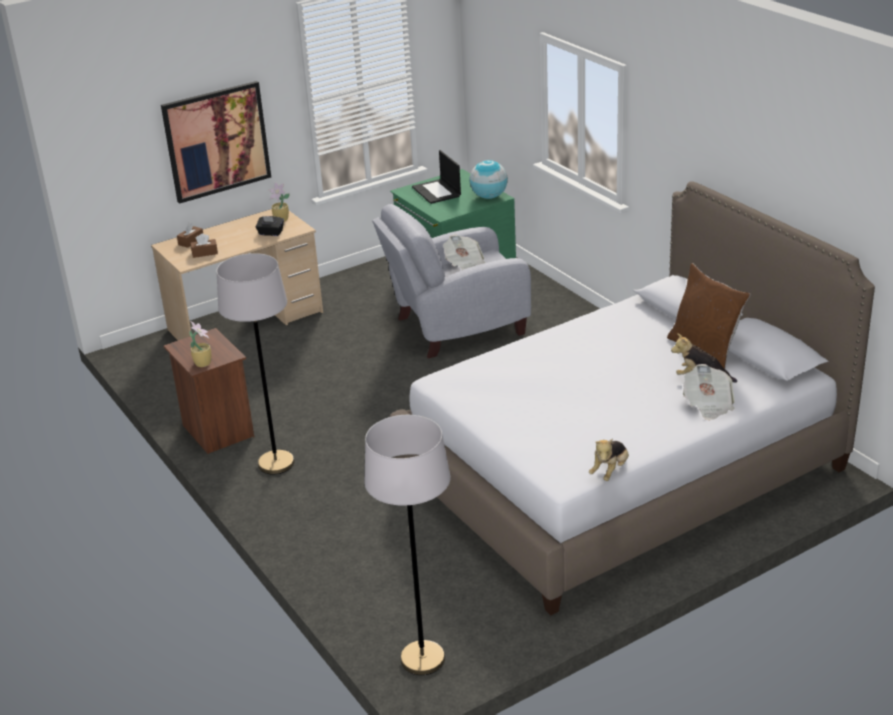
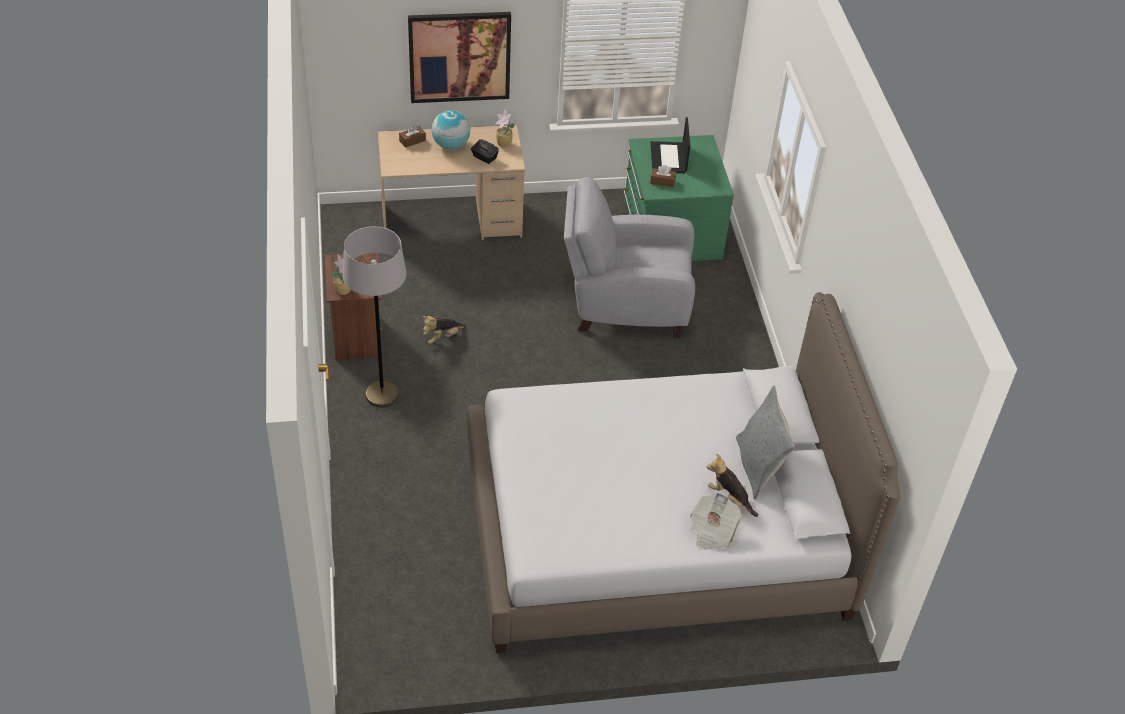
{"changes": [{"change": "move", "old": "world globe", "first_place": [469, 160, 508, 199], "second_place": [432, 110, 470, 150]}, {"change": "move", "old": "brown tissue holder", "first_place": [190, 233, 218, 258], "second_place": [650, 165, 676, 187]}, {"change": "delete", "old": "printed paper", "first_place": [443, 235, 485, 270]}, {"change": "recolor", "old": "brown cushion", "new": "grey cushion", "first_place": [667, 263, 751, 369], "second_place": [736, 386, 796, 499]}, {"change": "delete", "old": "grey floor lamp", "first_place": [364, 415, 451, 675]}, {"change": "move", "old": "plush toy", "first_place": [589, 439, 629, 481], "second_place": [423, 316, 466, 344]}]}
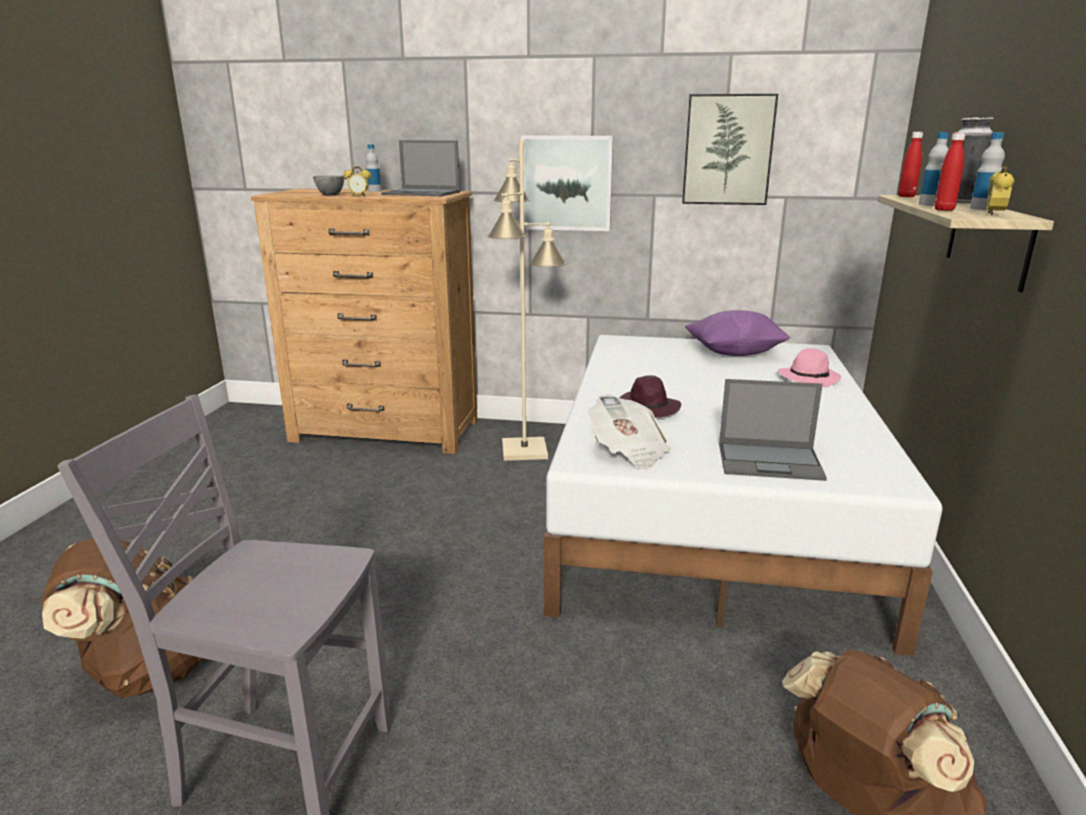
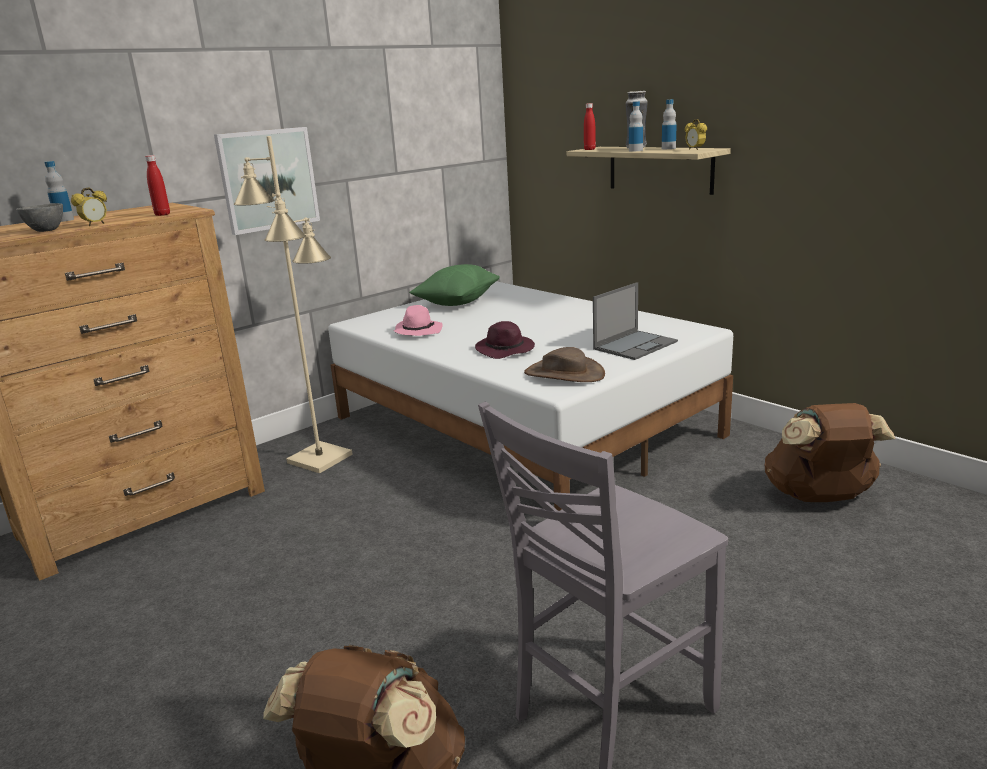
{"changes": [{"change": "delete", "old": "wall art", "first_place": [682, 94, 778, 205]}, {"change": "move", "old": "red-coloured drink bottle", "first_place": [934, 132, 966, 211], "second_place": [145, 155, 170, 216]}, {"change": "delete", "old": "portable computer", "first_place": [381, 140, 460, 196]}, {"change": "recolor", "old": "purple cushion", "new": "green cushion", "first_place": [685, 310, 790, 356], "second_place": [409, 264, 500, 306]}, {"change": "move", "old": "pinkish clothing hat", "first_place": [778, 348, 841, 387], "second_place": [393, 305, 443, 336]}, {"change": "replace", "old": "printed paper", "new": "brown clothing hat", "first_place": [588, 394, 671, 470], "second_place": [524, 347, 605, 382]}]}
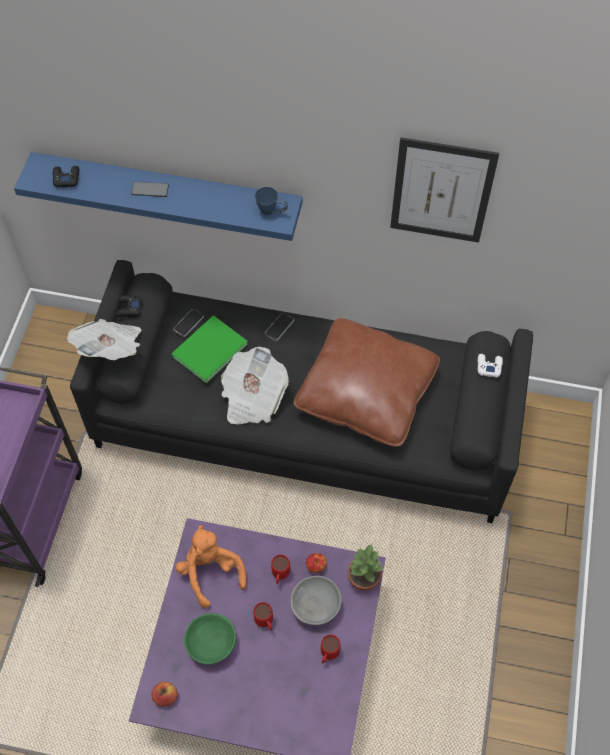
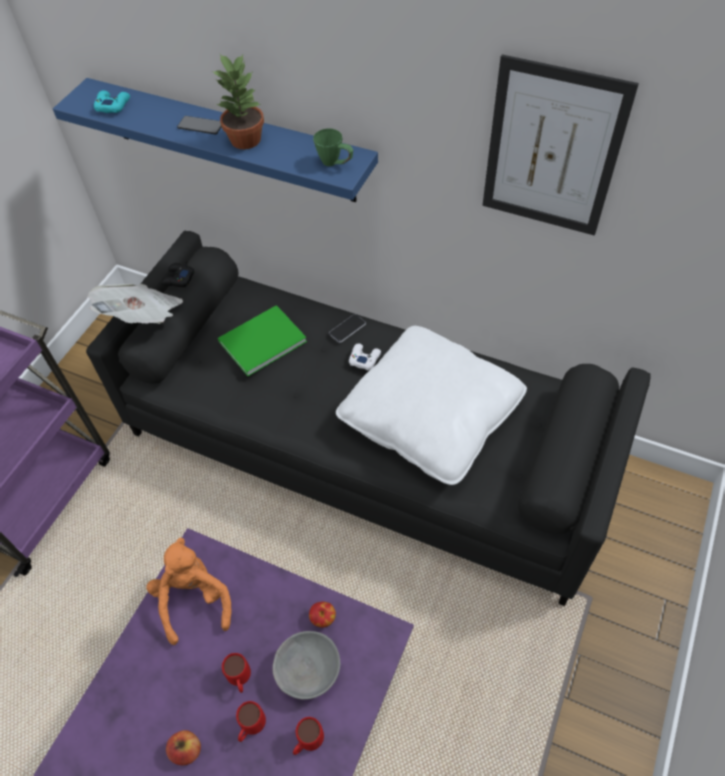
{"changes": [{"change": "recolor", "old": "black-coloured gamepad", "new": "turquoise-coloured gamepad", "first_place": [53, 166, 80, 188], "second_place": [94, 90, 130, 113]}, {"change": "recolor", "old": "blue-coloured tea mug", "new": "green tea mug", "first_place": [255, 187, 288, 215], "second_place": [313, 129, 353, 166]}, {"change": "delete", "old": "telephone", "first_place": [173, 309, 204, 337]}, {"change": "recolor", "old": "brown cushion", "new": "white-coloured cushion", "first_place": [293, 318, 440, 447], "second_place": [336, 326, 527, 485]}, {"change": "delete", "old": "printed paper", "first_place": [221, 347, 289, 425]}, {"change": "move", "old": "white-coloured gamepad", "first_place": [478, 354, 503, 378], "second_place": [349, 344, 381, 370]}, {"change": "move", "old": "houseplant", "first_place": [347, 544, 384, 591], "second_place": [212, 54, 264, 149]}, {"change": "move", "old": "red-coloured tea mug", "first_place": [271, 555, 290, 584], "second_place": [236, 701, 266, 742]}, {"change": "delete", "old": "green bowl", "first_place": [184, 613, 236, 665]}, {"change": "move", "old": "apple", "first_place": [152, 681, 178, 707], "second_place": [166, 730, 201, 765]}]}
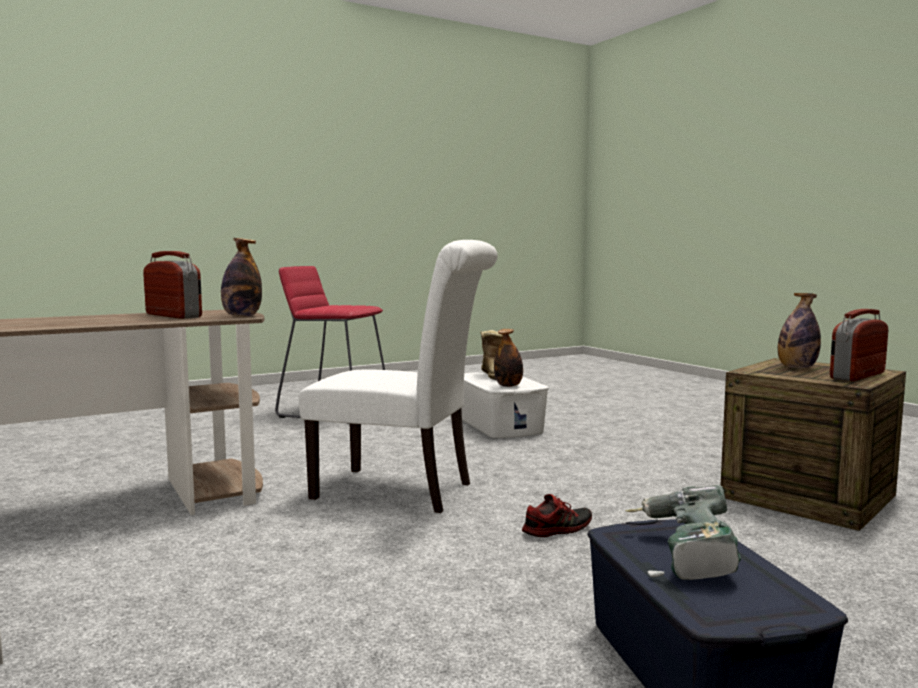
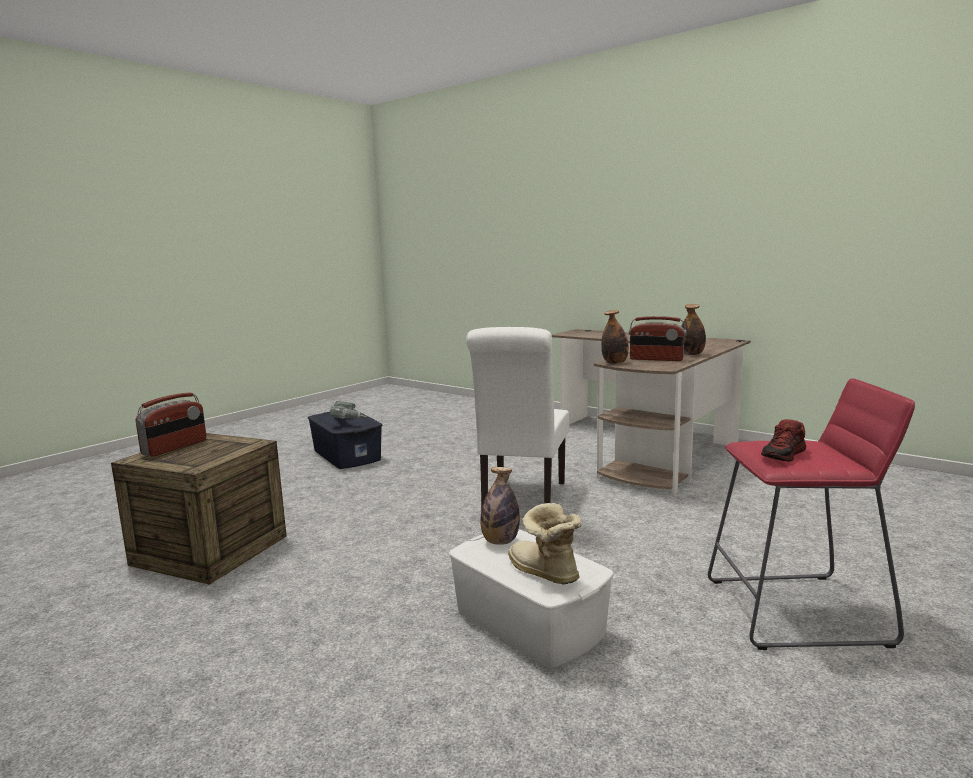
{"changes": [{"change": "rotate", "old": "white-coloured upright chair", "first_place": [299, 240, 498, 513], "second_place": [466, 327, 569, 510], "degrees": -75}, {"change": "move", "old": "drink bottle", "first_place": [778, 293, 821, 369], "second_place": [682, 304, 706, 355]}, {"change": "move", "old": "low shoe", "first_place": [522, 494, 592, 537], "second_place": [761, 419, 806, 462]}]}
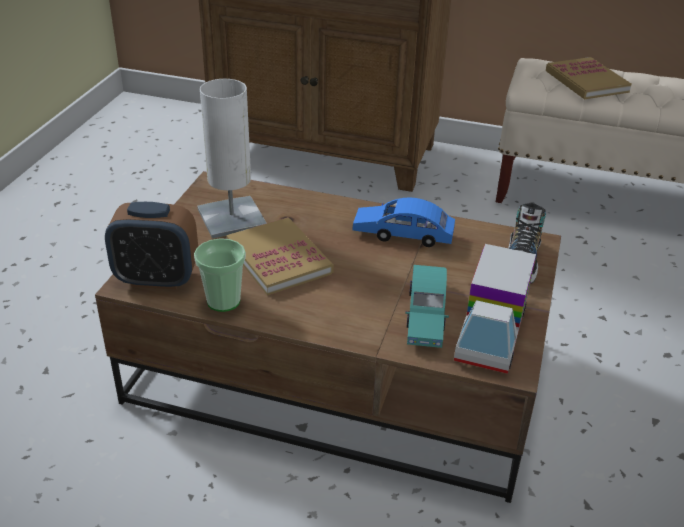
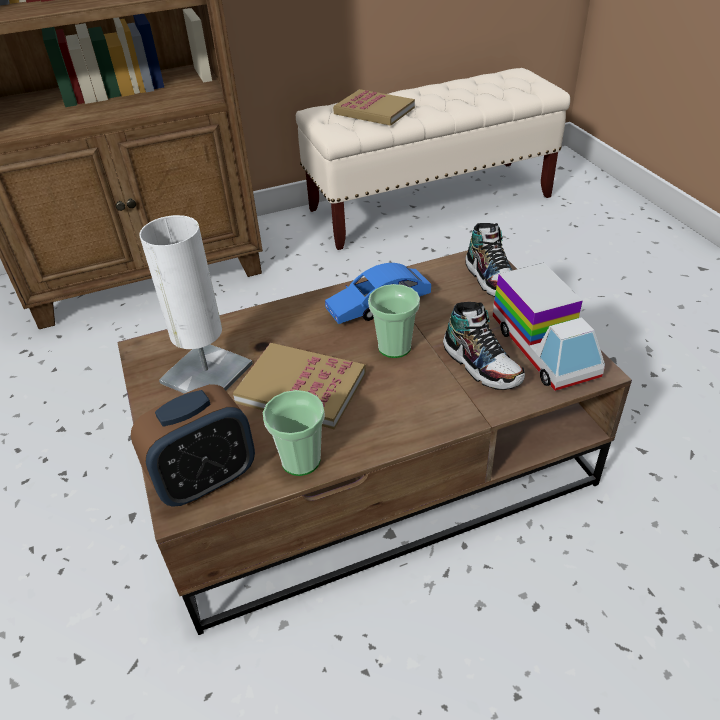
{"changes": [{"change": "replace", "old": "turquoise-coloured model car", "new": "low shoe", "first_place": [405, 265, 449, 348], "second_place": [443, 302, 525, 390]}, {"change": "insert", "new": "cup", "second_place": [368, 284, 420, 358]}]}
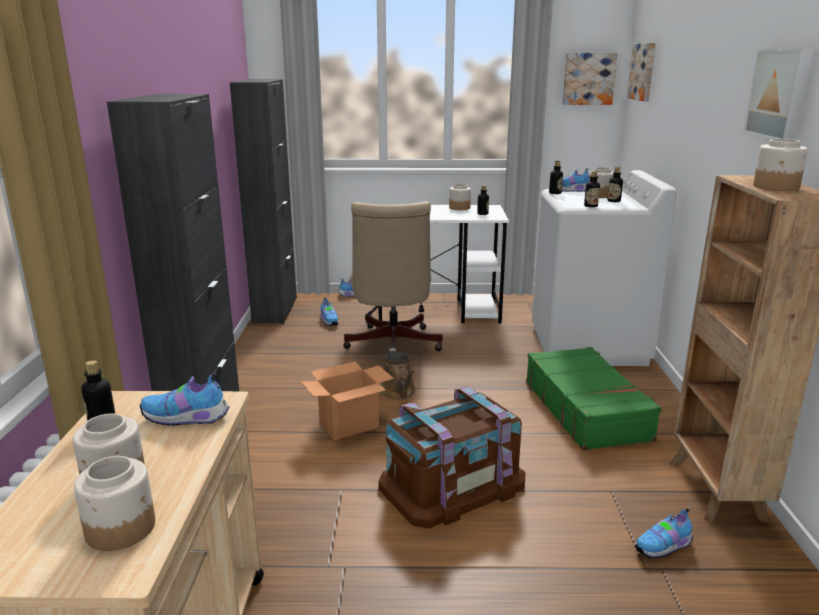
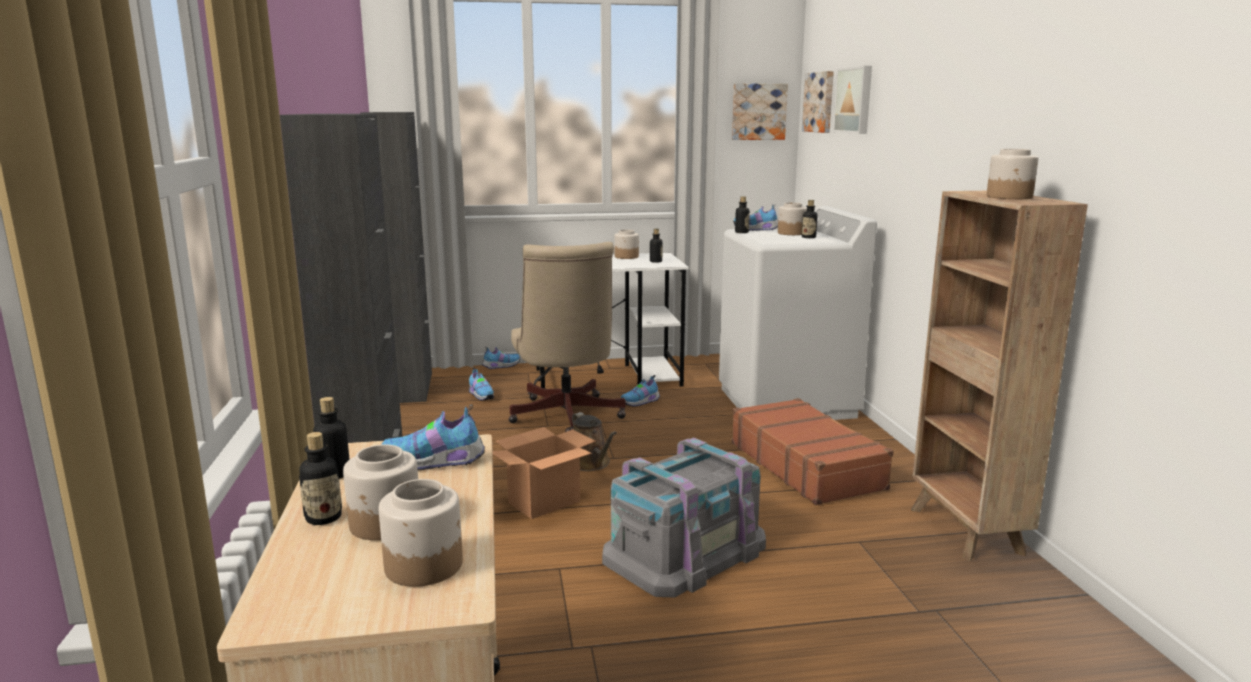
{"changes": [{"change": "move", "old": "wall art", "first_place": [743, 49, 814, 140], "second_place": [833, 66, 872, 134]}, {"change": "move", "old": "drink bottle", "first_place": [584, 171, 600, 208], "second_place": [299, 432, 342, 525]}, {"change": "recolor", "old": "green travel case", "new": "brown travel case", "first_place": [526, 347, 661, 451], "second_place": [732, 398, 893, 505]}, {"change": "recolor", "old": "brown storage box", "new": "grey storage box", "first_place": [378, 386, 525, 528], "second_place": [602, 438, 766, 597]}, {"change": "move", "old": "low shoe", "first_place": [635, 508, 693, 558], "second_place": [621, 375, 660, 407]}]}
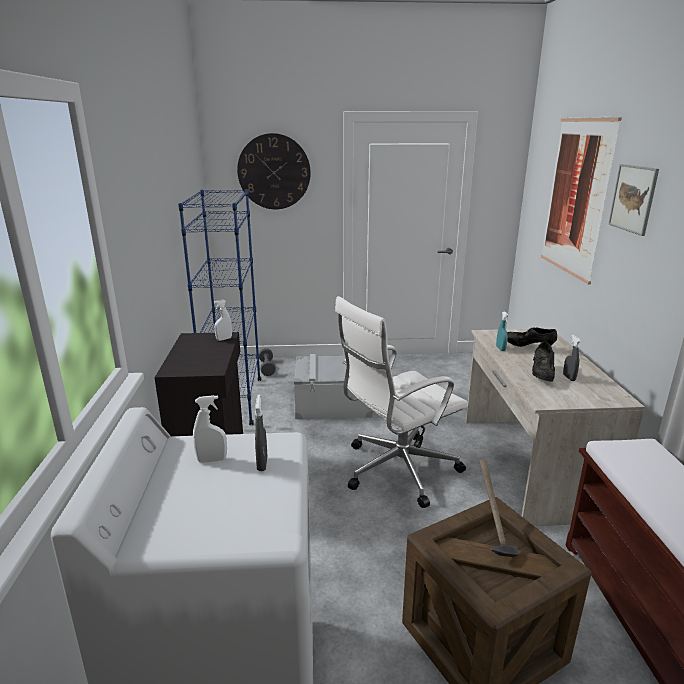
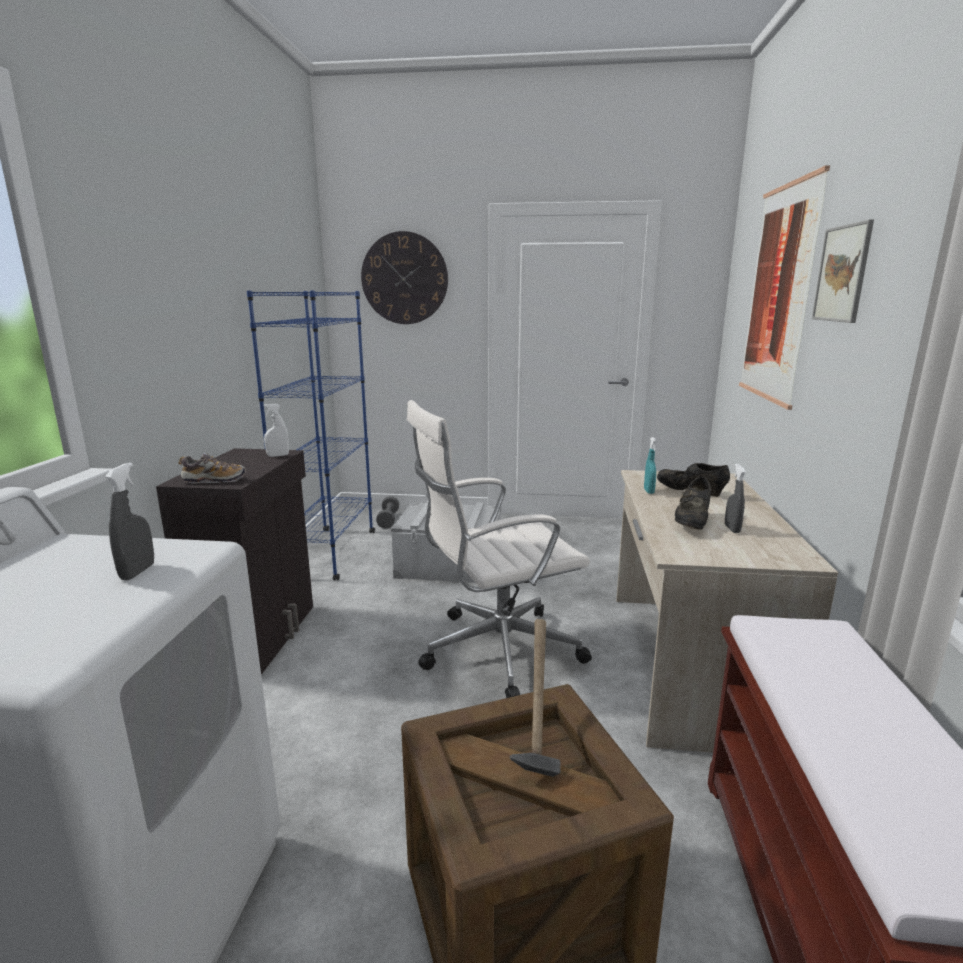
{"changes": [{"change": "delete", "old": "white-coloured spray bottle", "first_place": [193, 395, 227, 463]}, {"change": "insert", "new": "low shoe", "second_place": [179, 453, 246, 483]}]}
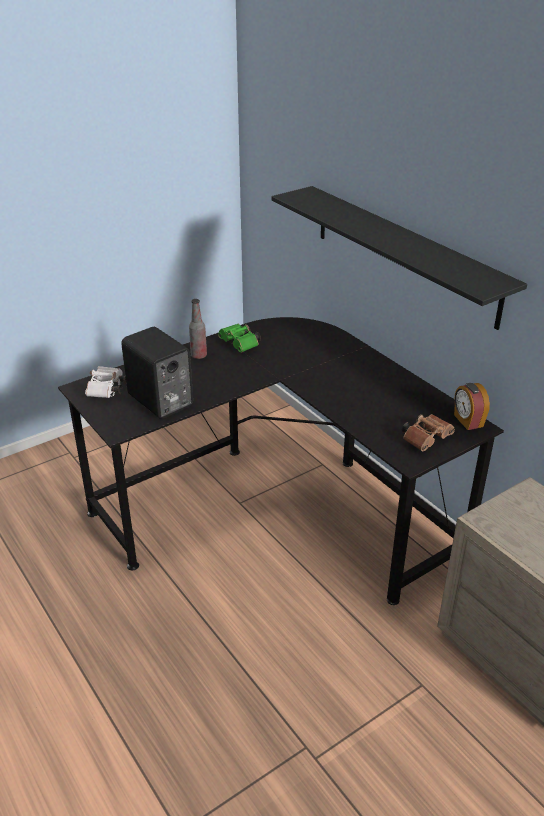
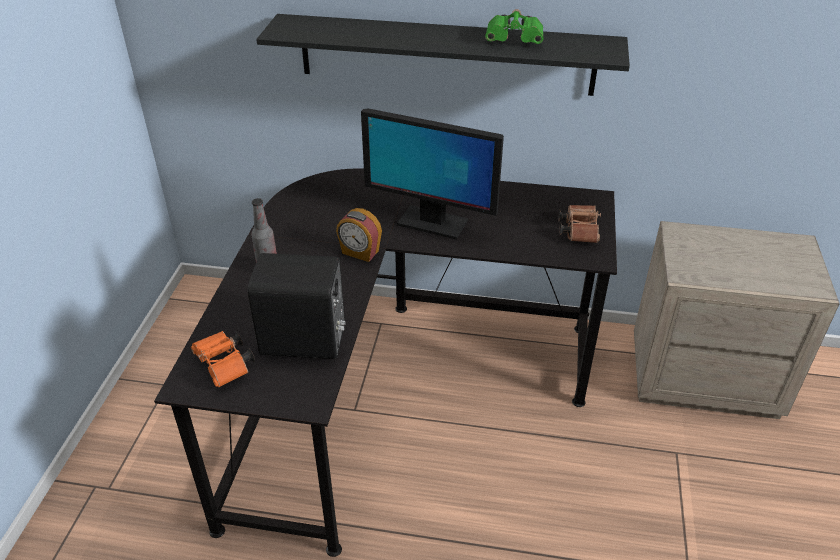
{"changes": [{"change": "move", "old": "green field glasses", "first_place": [218, 324, 261, 353], "second_place": [485, 9, 544, 44]}, {"change": "recolor", "old": "white-coloured field glasses", "new": "orange-coloured field glasses", "first_place": [85, 366, 126, 398], "second_place": [191, 331, 255, 387]}, {"change": "move", "old": "alarm clock", "first_place": [454, 383, 490, 430], "second_place": [336, 208, 382, 262]}, {"change": "insert", "new": "computer screen", "second_place": [361, 108, 504, 239]}]}
